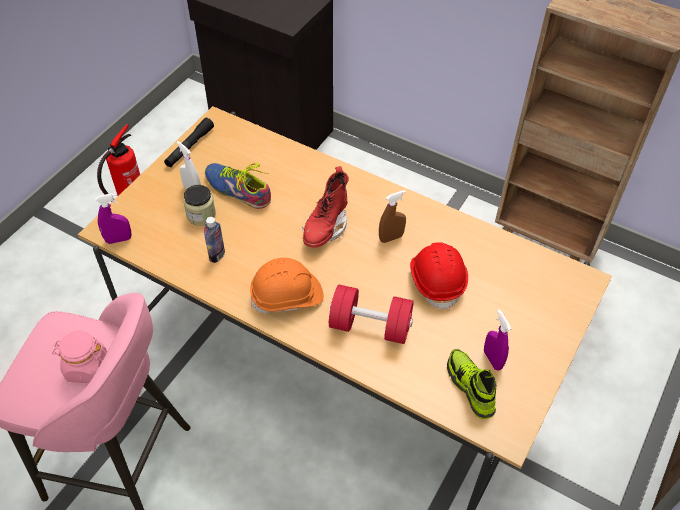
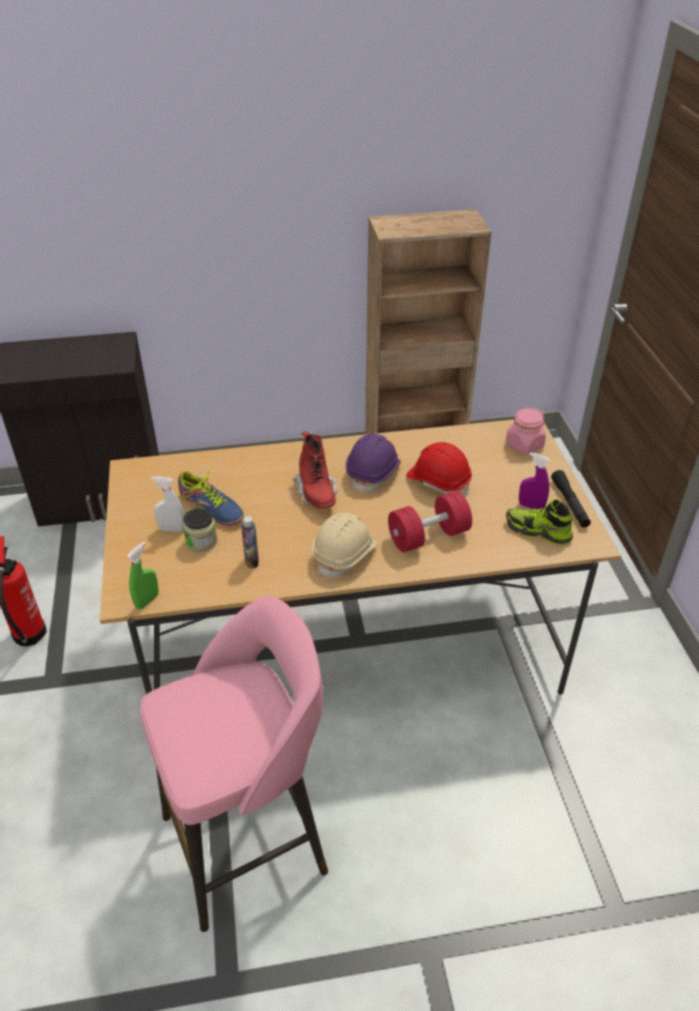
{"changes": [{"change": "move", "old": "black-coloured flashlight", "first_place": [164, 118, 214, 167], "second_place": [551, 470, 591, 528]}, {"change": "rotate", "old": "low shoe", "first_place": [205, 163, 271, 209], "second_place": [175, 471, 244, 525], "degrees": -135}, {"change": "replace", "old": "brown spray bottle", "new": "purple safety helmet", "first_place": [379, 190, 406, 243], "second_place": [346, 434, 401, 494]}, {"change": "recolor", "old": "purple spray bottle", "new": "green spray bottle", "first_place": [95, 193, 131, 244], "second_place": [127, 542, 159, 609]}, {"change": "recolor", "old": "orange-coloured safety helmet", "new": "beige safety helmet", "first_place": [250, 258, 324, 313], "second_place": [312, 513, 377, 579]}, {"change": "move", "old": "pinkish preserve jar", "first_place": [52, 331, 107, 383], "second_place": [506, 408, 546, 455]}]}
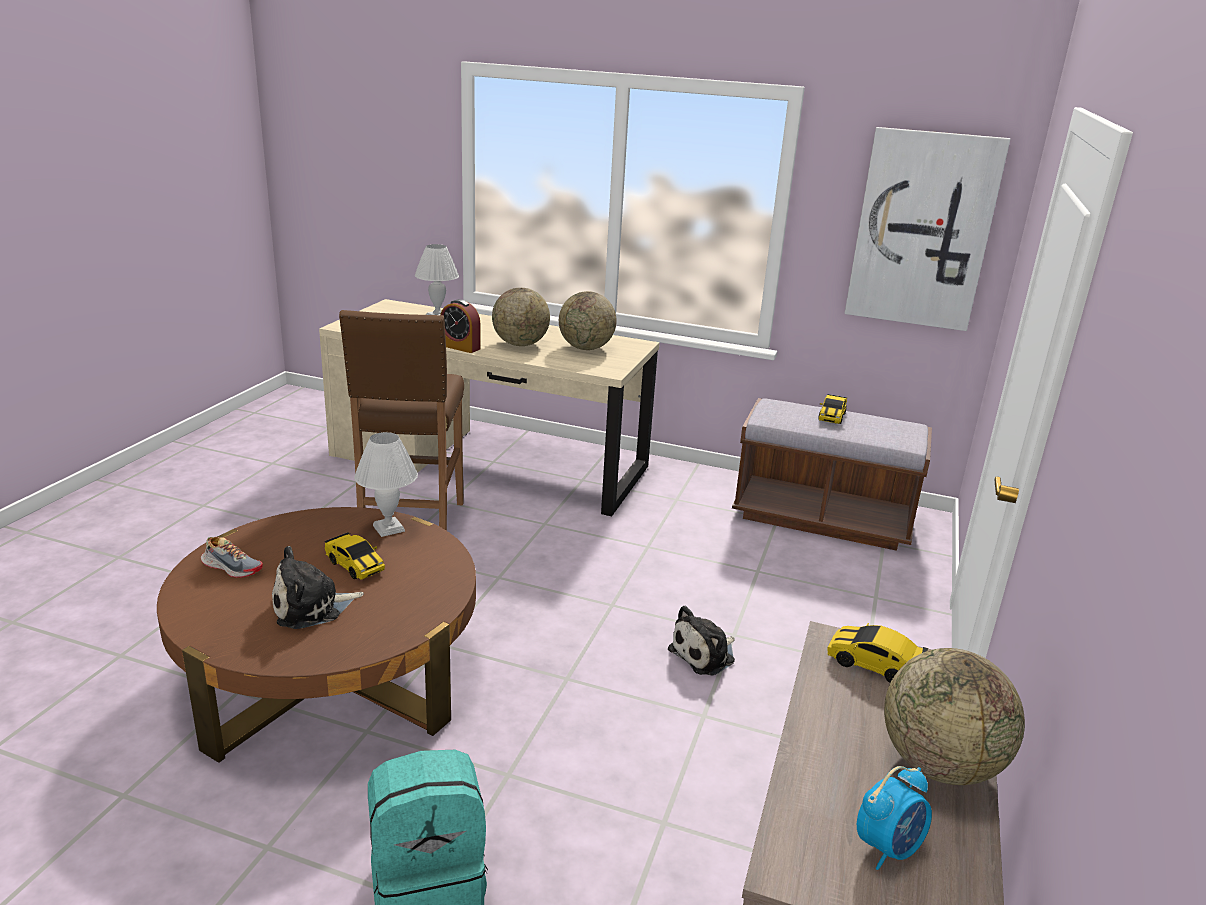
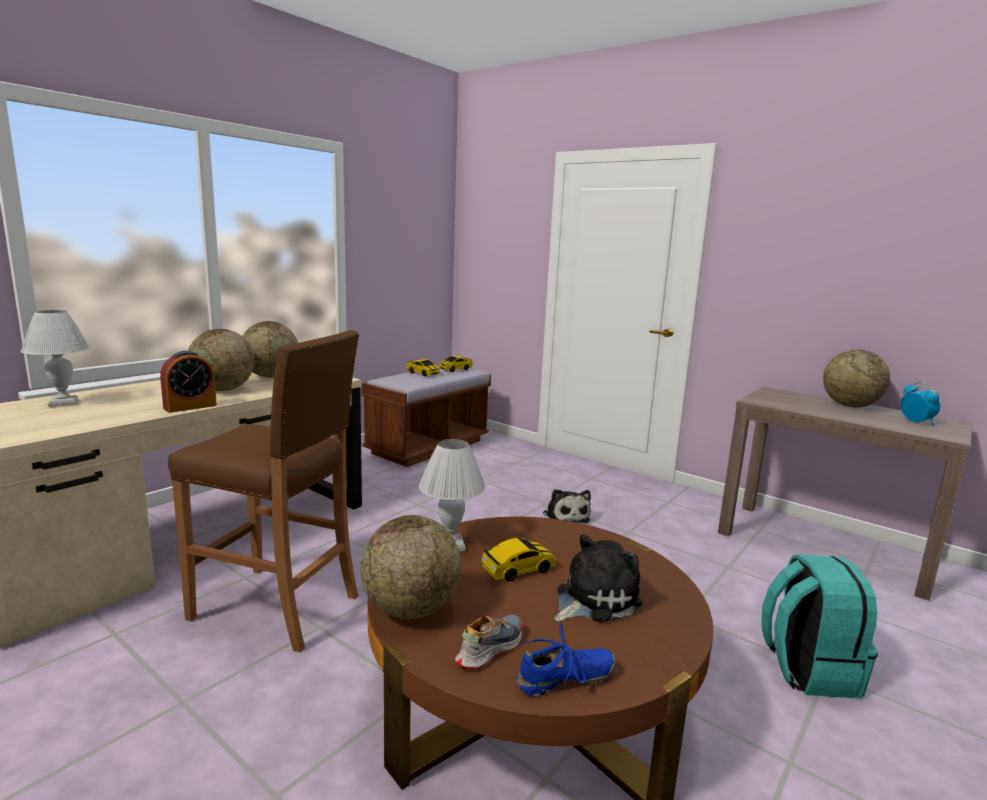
{"changes": [{"change": "delete", "old": "wall art", "first_place": [845, 127, 1010, 331]}, {"change": "rotate", "old": "plush toy", "first_place": [272, 546, 364, 629], "second_place": [555, 534, 643, 623], "degrees": -120}, {"change": "move", "old": "model car", "first_place": [827, 623, 928, 683], "second_place": [439, 356, 473, 372]}, {"change": "insert", "new": "world globe", "second_place": [360, 515, 461, 619]}, {"change": "insert", "new": "blue-coloured low shoe", "second_place": [516, 624, 616, 697]}]}
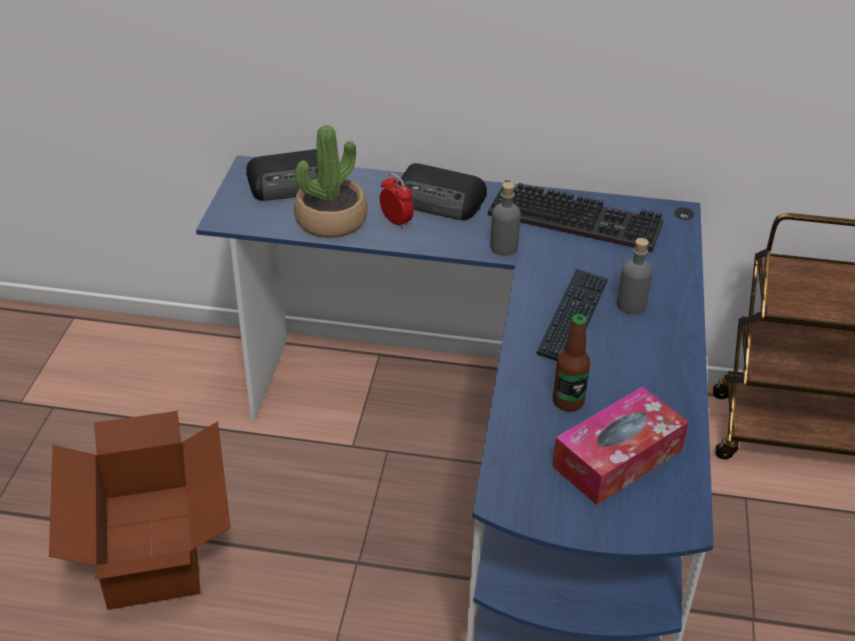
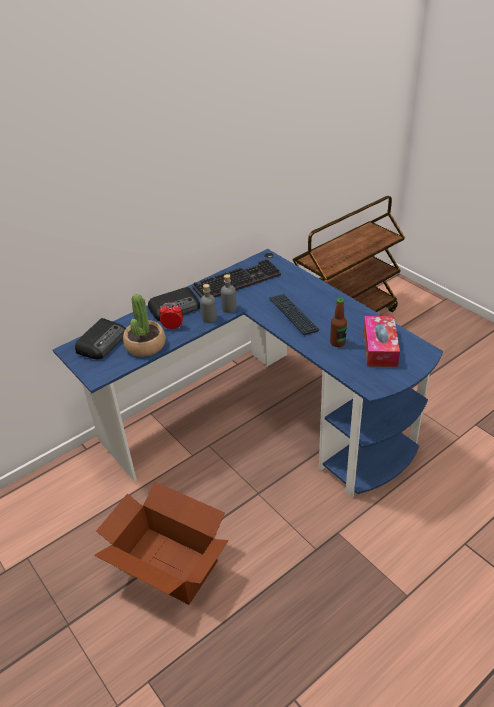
{"changes": [{"change": "move", "old": "grey drink bottle", "first_place": [617, 238, 653, 314], "second_place": [200, 284, 217, 323]}]}
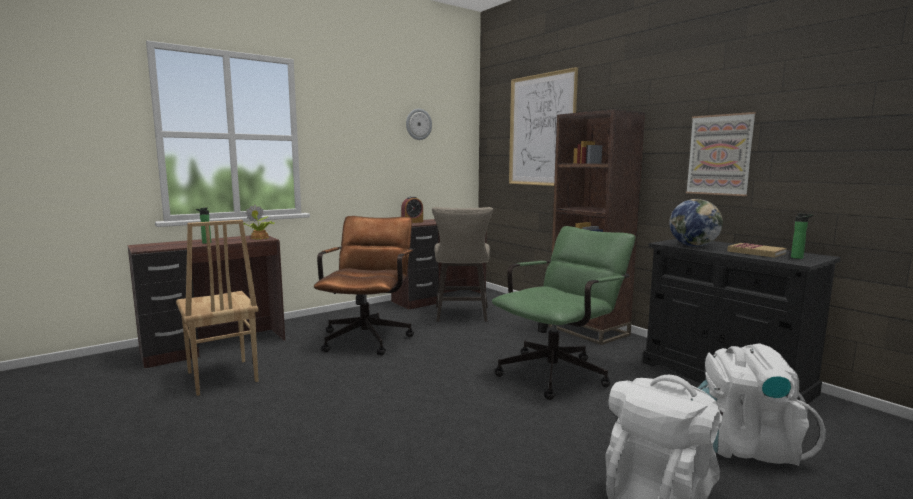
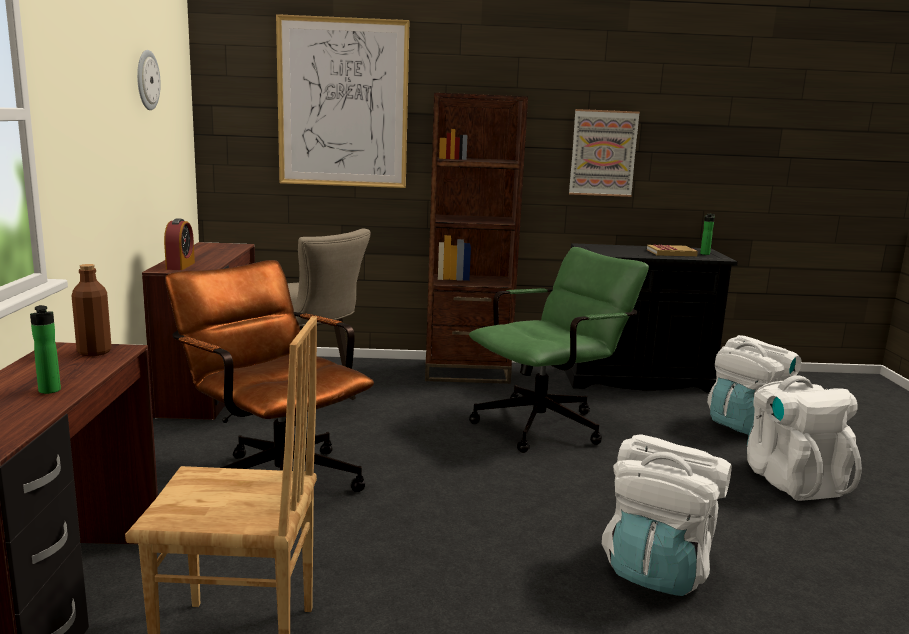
{"changes": [{"change": "delete", "old": "world globe", "first_place": [669, 199, 723, 247]}, {"change": "replace", "old": "houseplant", "new": "brown drink bottle", "first_place": [243, 204, 275, 239], "second_place": [71, 264, 112, 356]}, {"change": "rotate", "old": "green computer chair", "first_place": [492, 226, 636, 400], "second_place": [469, 247, 649, 453], "degrees": 60}, {"change": "insert", "new": "white-coloured knapsack", "second_place": [602, 434, 732, 596]}]}
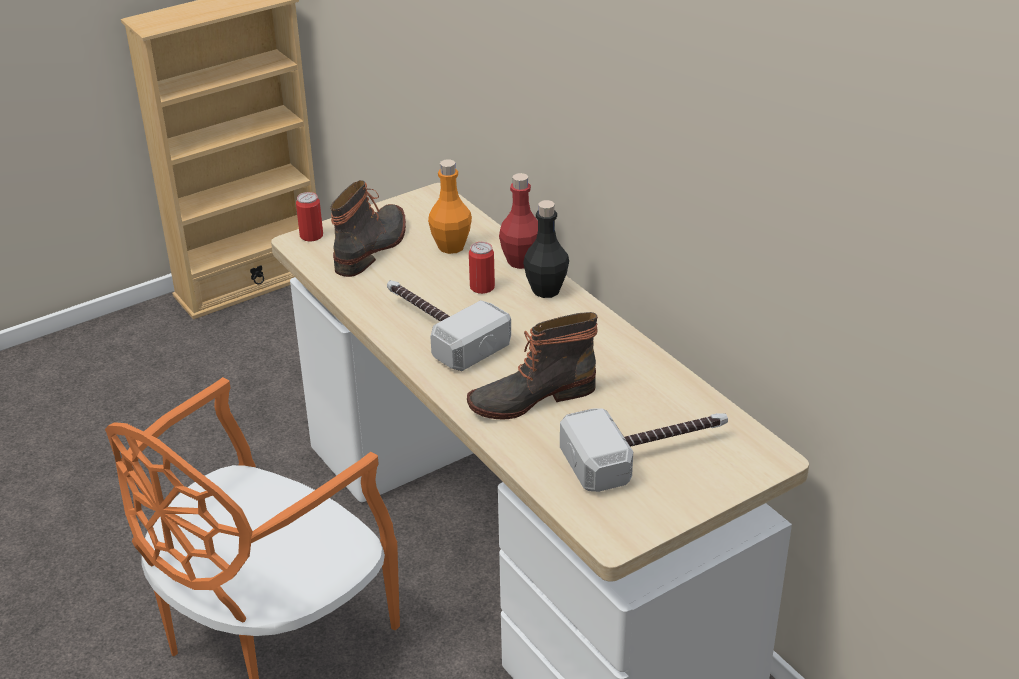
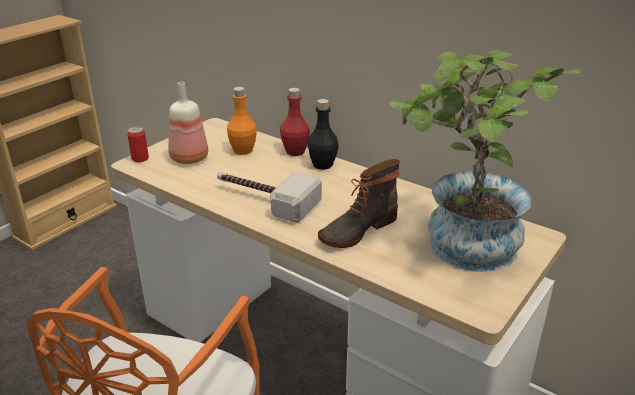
{"changes": [{"change": "replace", "old": "high-top boot", "new": "drink bottle", "first_place": [331, 180, 406, 277], "second_place": [168, 82, 208, 164]}, {"change": "delete", "old": "metal can", "first_place": [469, 242, 495, 294]}, {"change": "replace", "old": "hand hammer", "new": "houseplant", "first_place": [560, 408, 728, 492], "second_place": [390, 50, 582, 272]}]}
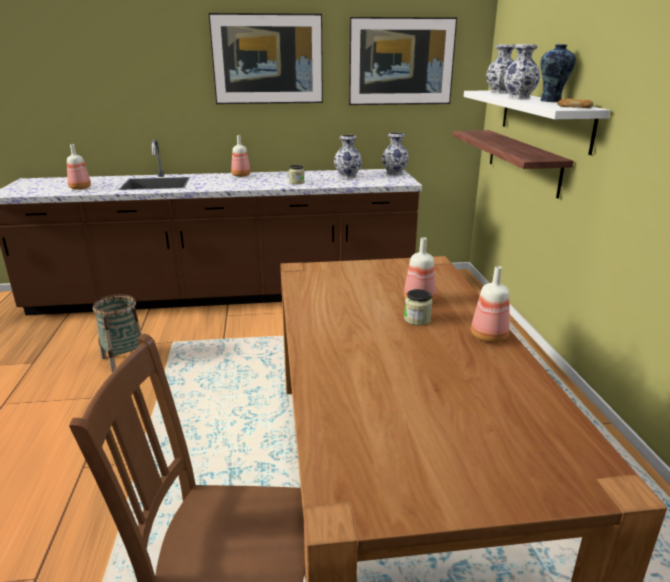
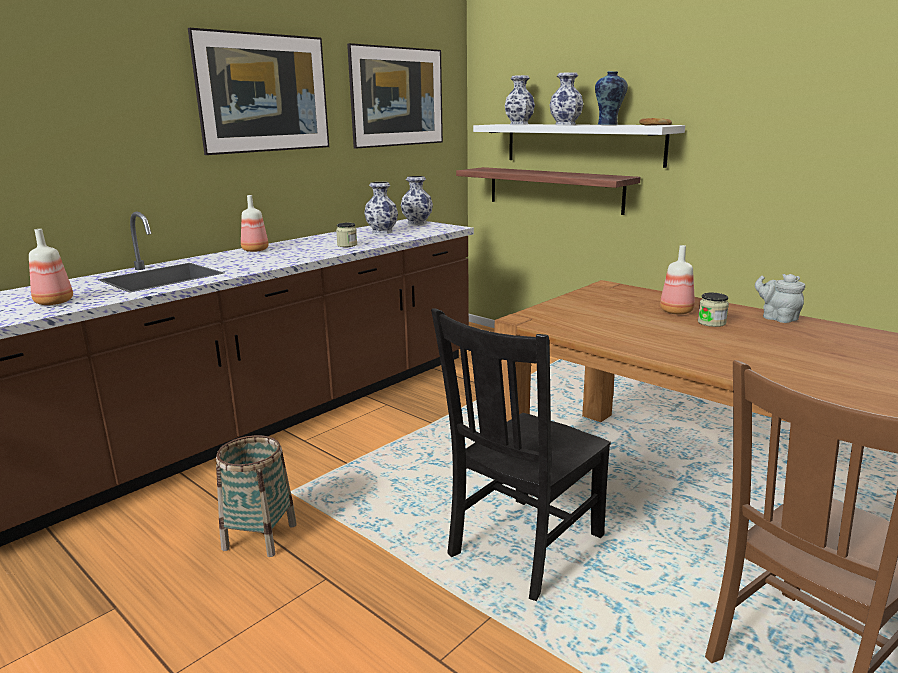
{"changes": [{"change": "replace", "old": "drink bottle", "new": "grey tea pot", "first_place": [471, 266, 510, 343], "second_place": [755, 274, 805, 323]}, {"change": "insert", "new": "black-coloured upright chair", "second_place": [431, 308, 611, 601]}]}
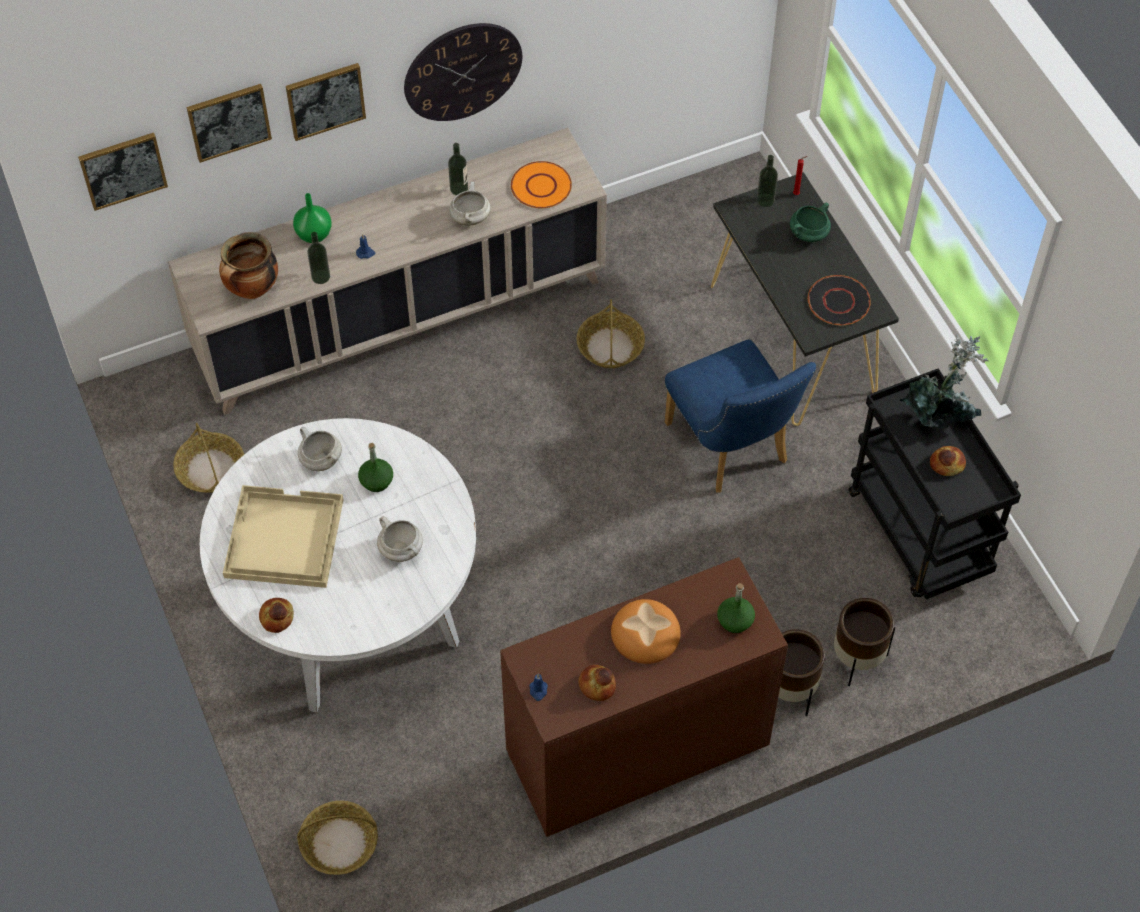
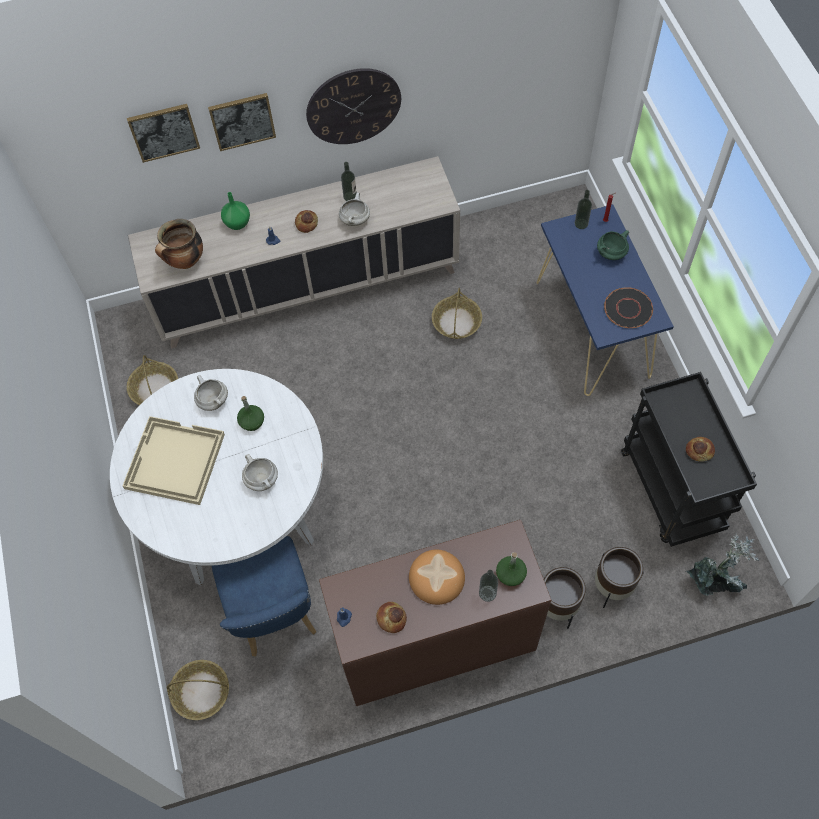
{"changes": [{"change": "delete", "old": "wall art", "first_place": [78, 133, 168, 211]}, {"change": "delete", "old": "orange-coloured flat dish", "first_place": [511, 161, 572, 208]}, {"change": "recolor", "old": "black-coloured narrow table", "new": "blue-coloured narrow table", "first_place": [711, 172, 899, 426], "second_place": [537, 204, 674, 396]}, {"change": "move", "old": "drink bottle", "first_place": [307, 232, 330, 284], "second_place": [479, 570, 498, 602]}, {"change": "move", "old": "houseplant", "first_place": [900, 335, 989, 428], "second_place": [686, 533, 759, 596]}, {"change": "move", "old": "blue-coloured upright chair", "first_place": [665, 340, 816, 493], "second_place": [212, 536, 316, 657]}, {"change": "move", "old": "bakery bread", "first_place": [259, 598, 294, 633], "second_place": [295, 210, 318, 233]}]}
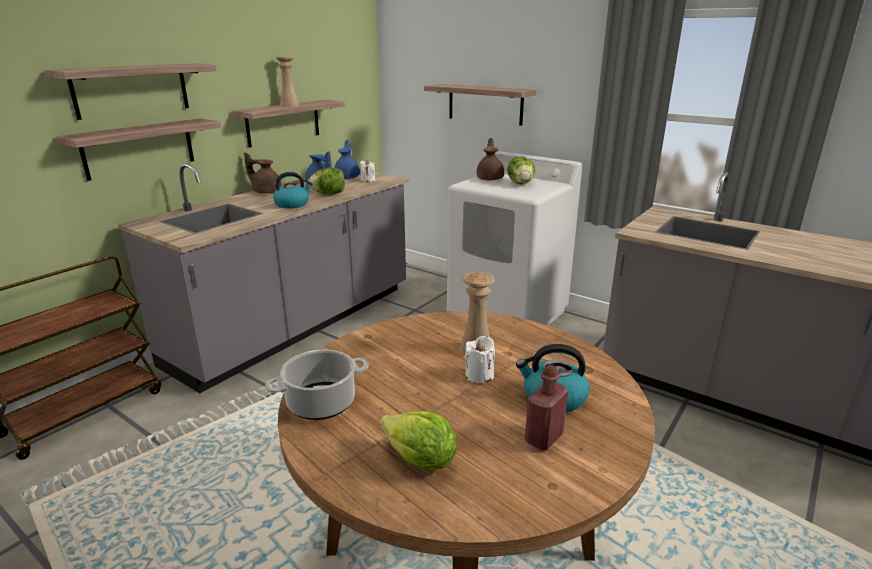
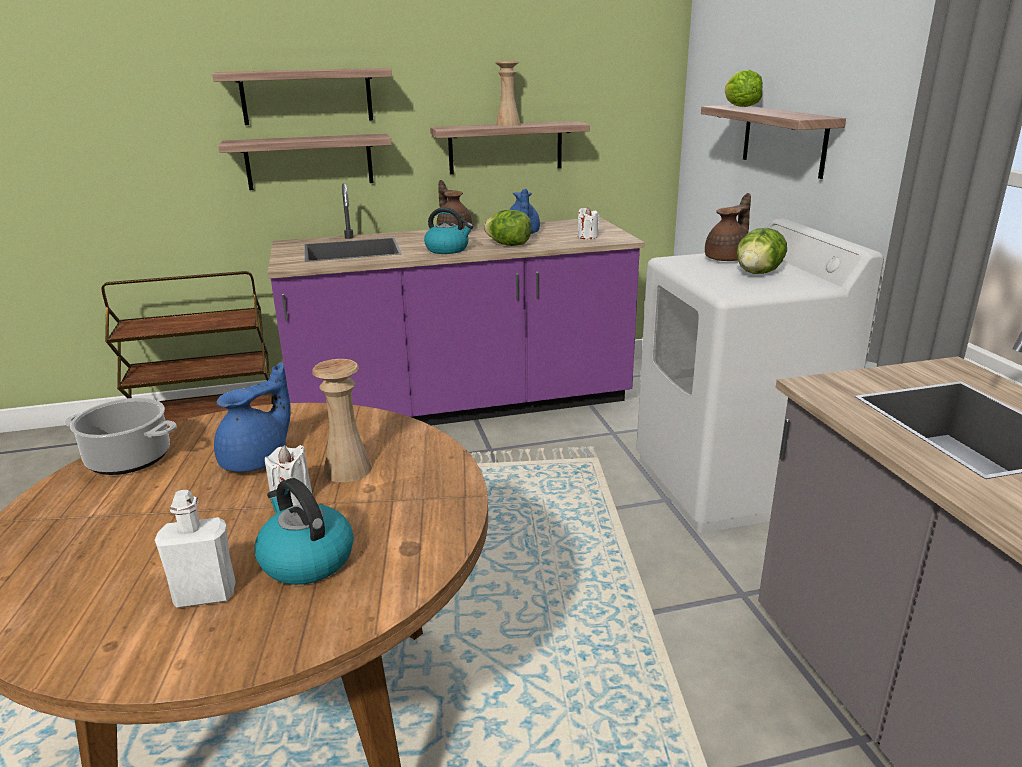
{"changes": [{"change": "move", "old": "blue-coloured tea pot", "first_place": [334, 139, 360, 179], "second_place": [214, 362, 291, 472]}, {"change": "recolor", "old": "grey counter", "new": "purple counter", "first_place": [118, 163, 409, 393], "second_place": [267, 183, 645, 426]}, {"change": "recolor", "old": "red-coloured drink bottle", "new": "white-coloured drink bottle", "first_place": [525, 365, 568, 451], "second_place": [155, 490, 236, 608]}, {"change": "move", "old": "lettuce head", "first_place": [380, 411, 457, 470], "second_place": [725, 70, 763, 107]}]}
